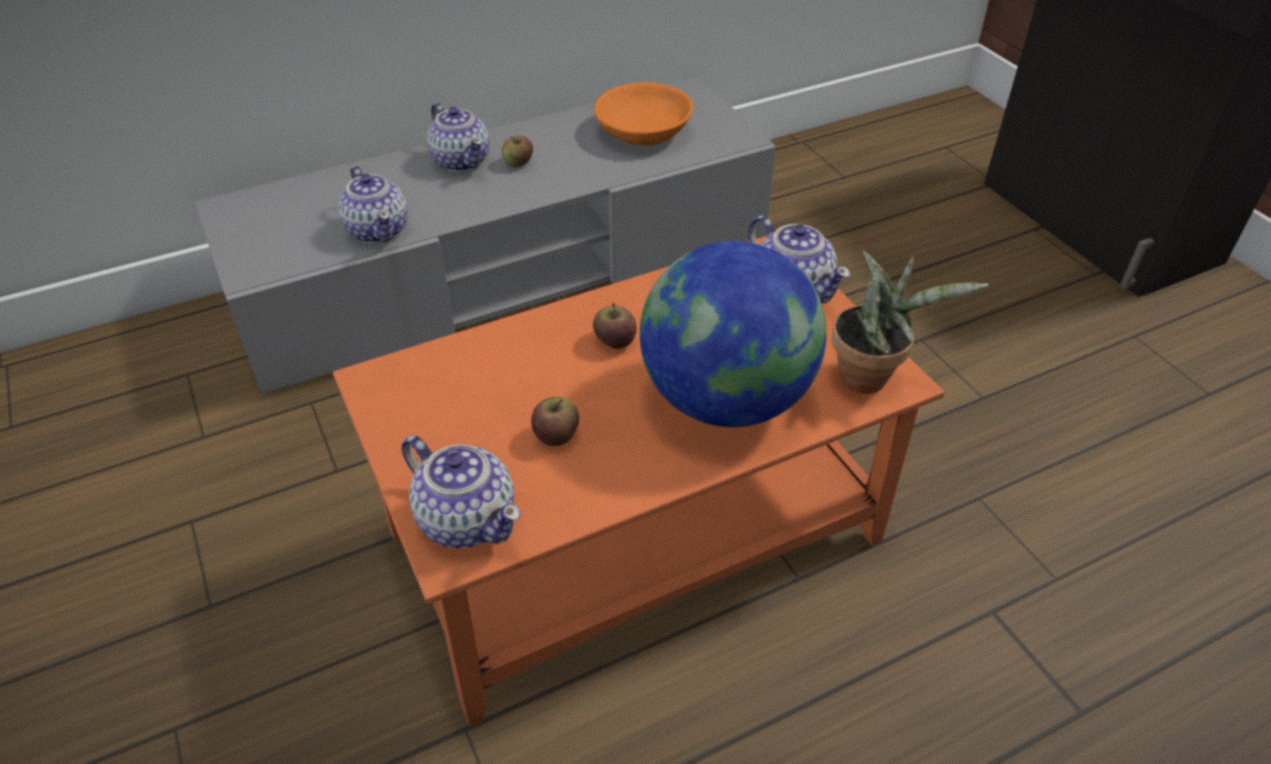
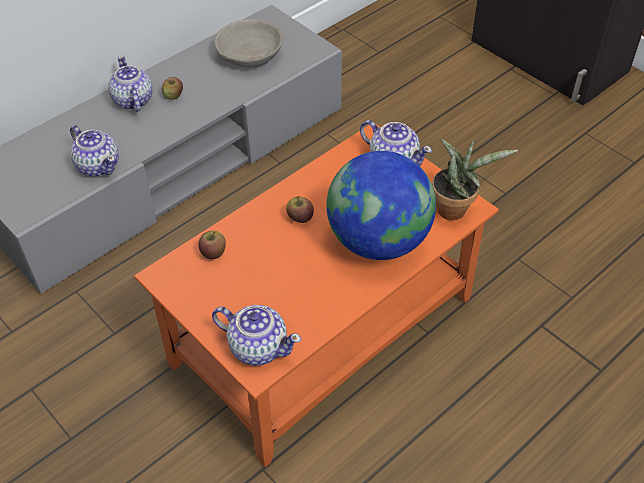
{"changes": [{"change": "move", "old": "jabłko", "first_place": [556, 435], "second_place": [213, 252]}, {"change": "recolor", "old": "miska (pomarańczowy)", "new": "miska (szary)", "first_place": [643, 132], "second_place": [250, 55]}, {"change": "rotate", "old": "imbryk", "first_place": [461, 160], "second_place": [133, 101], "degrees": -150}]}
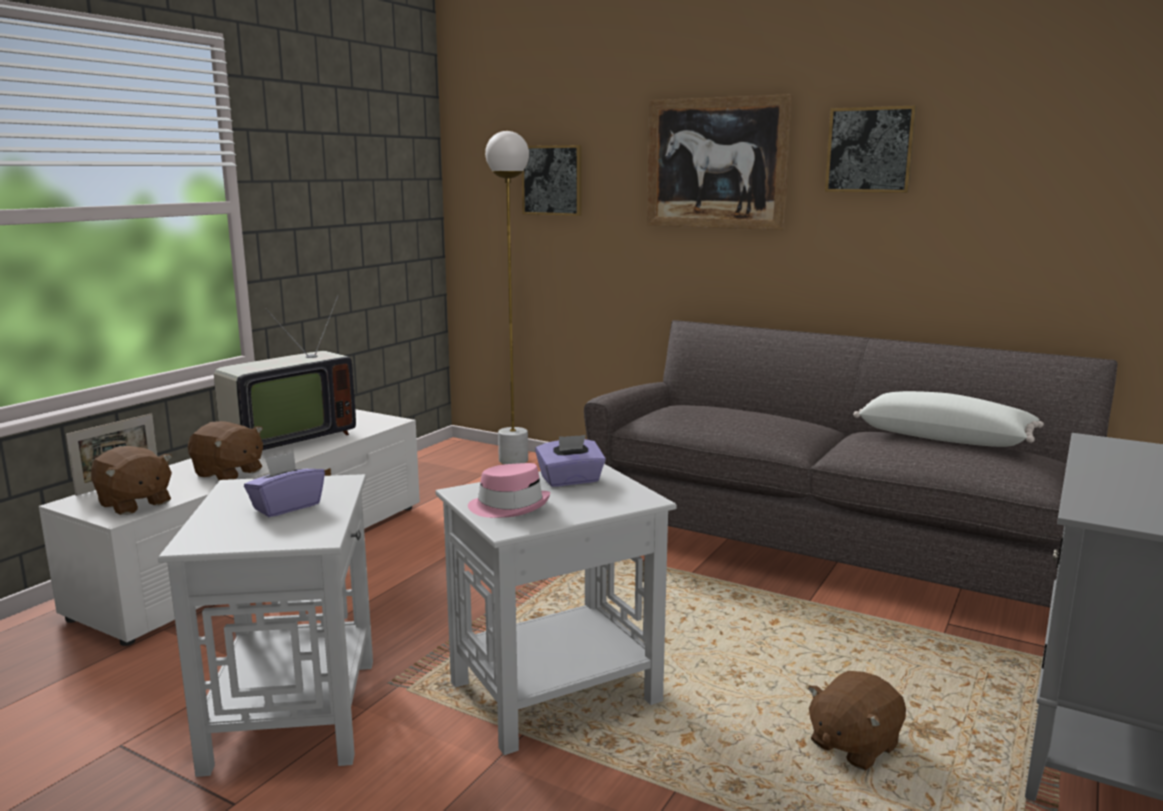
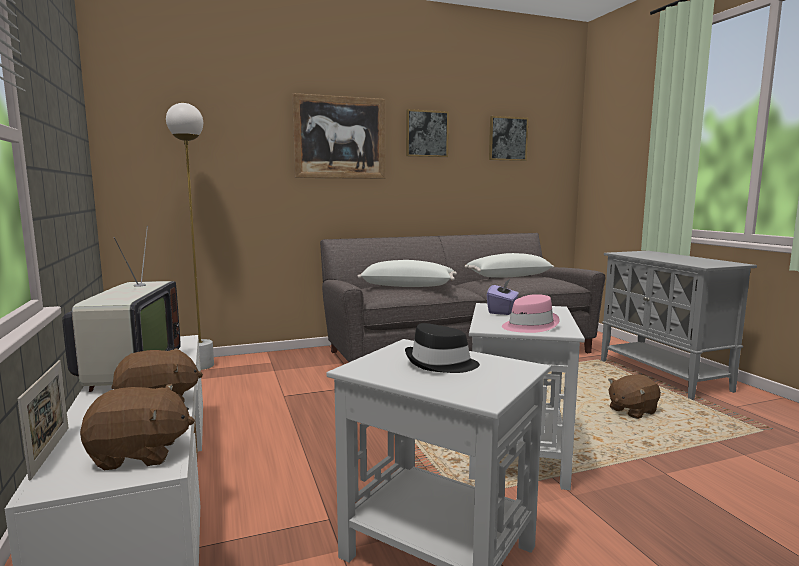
{"changes": [{"change": "insert", "new": "poduszka (biały)", "second_place": [408, 286]}, {"change": "move", "old": "obraz", "first_place": [552, 180], "second_place": [507, 139]}, {"change": "replace", "old": "pudełko chusteczek (fioletowy)", "new": "kapelusz (czarny)", "first_place": [286, 506], "second_place": [441, 364]}, {"change": "rotate", "old": "pluszak (brązowy)", "first_place": [853, 745], "second_place": [632, 410], "degrees": 60}]}
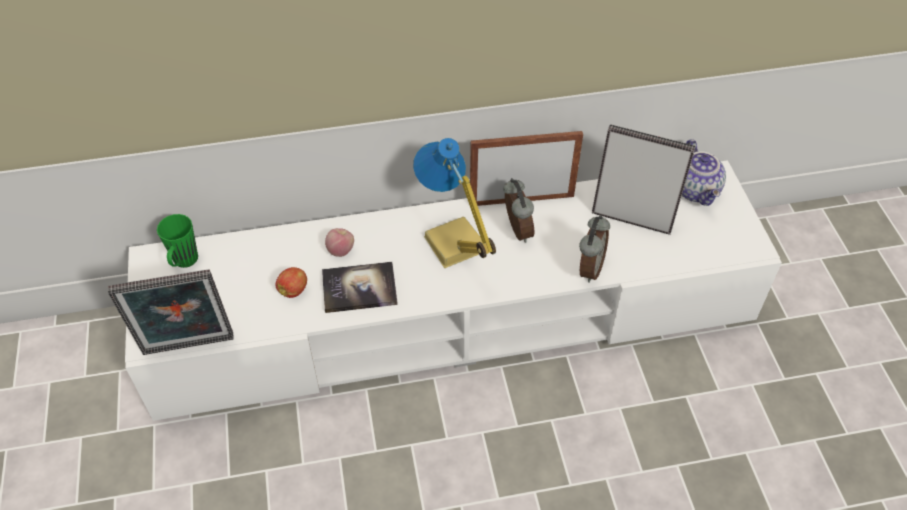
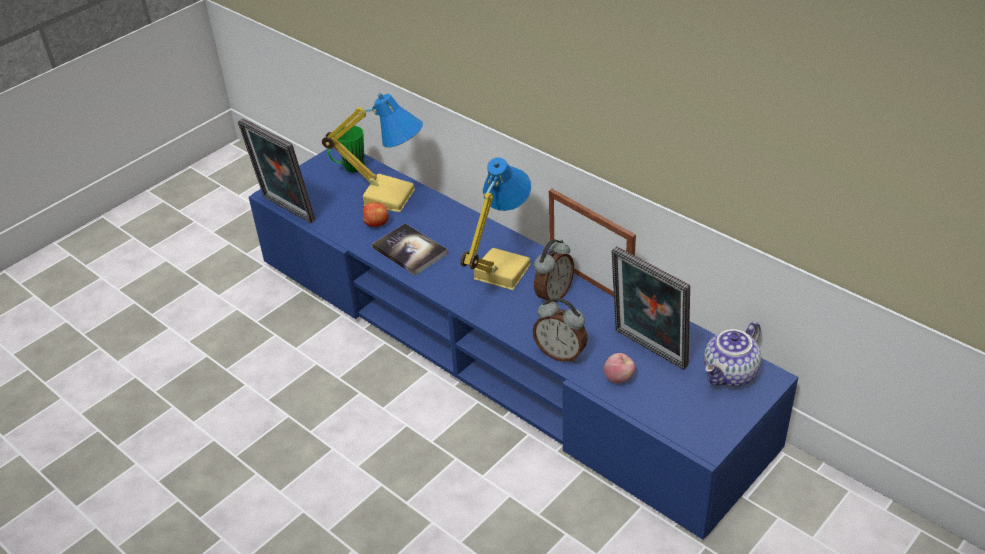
{"changes": [{"change": "insert", "new": "lampa stołowa", "second_place": [389, 196]}, {"change": "move", "old": "jabłko", "first_place": [340, 250], "second_place": [619, 378]}, {"change": "recolor", "old": "szafka pod telewizor (biały)", "new": "szafka pod telewizor (niebieski)", "first_place": [455, 315], "second_place": [498, 349]}, {"change": "rotate", "old": "budzik", "first_place": [589, 268], "second_place": [560, 353], "degrees": 45}, {"change": "rotate", "old": "ramka na zdjęcie", "first_place": [632, 218], "second_place": [647, 351], "degrees": 150}]}
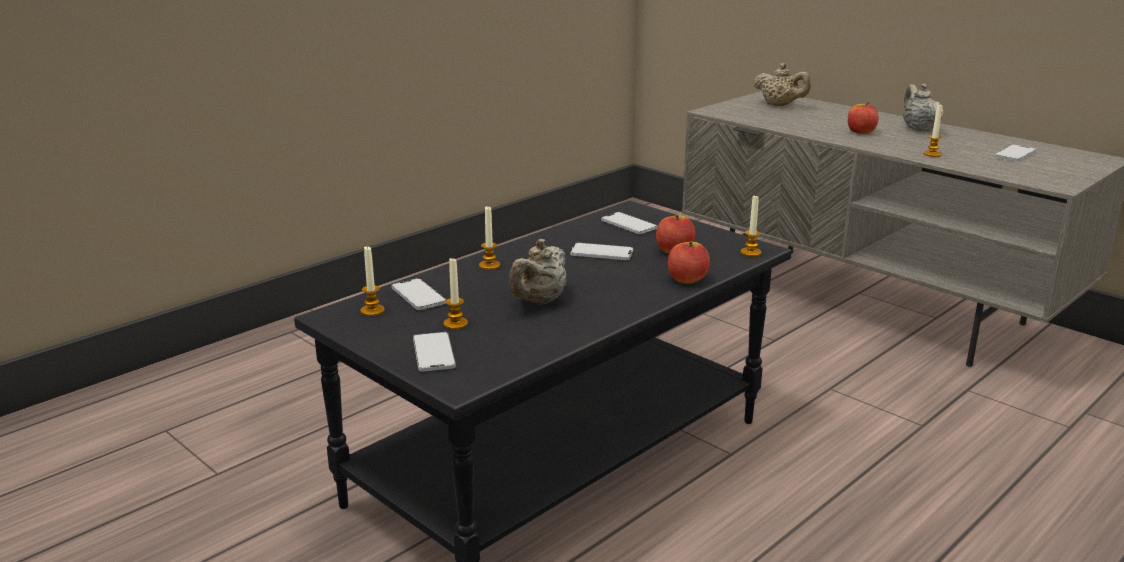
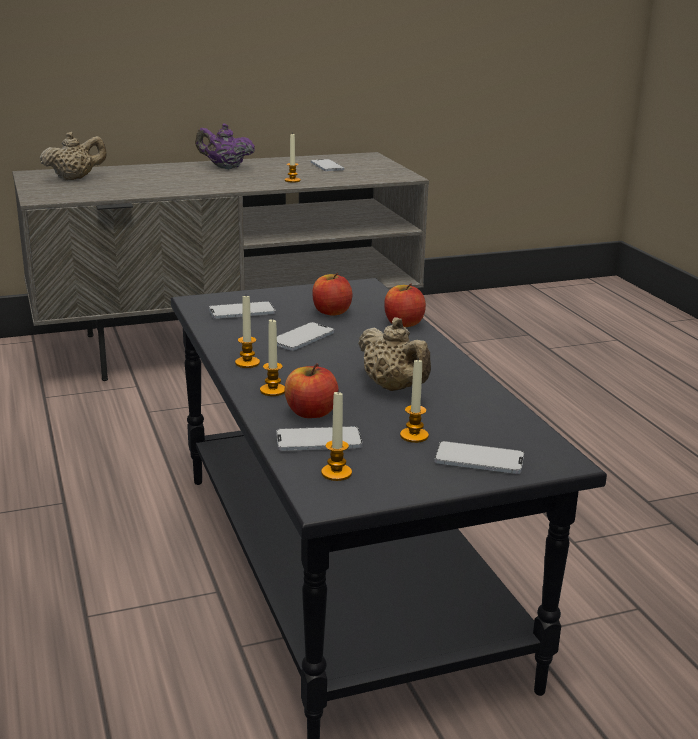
{"changes": [{"change": "move", "old": "świeca", "first_place": [750, 252], "second_place": [247, 363]}, {"change": "move", "old": "jabłko", "first_place": [861, 132], "second_place": [311, 413]}, {"change": "recolor", "old": "imbryk (beżowy)", "new": "imbryk (fioletowy)", "first_place": [918, 129], "second_place": [225, 167]}]}
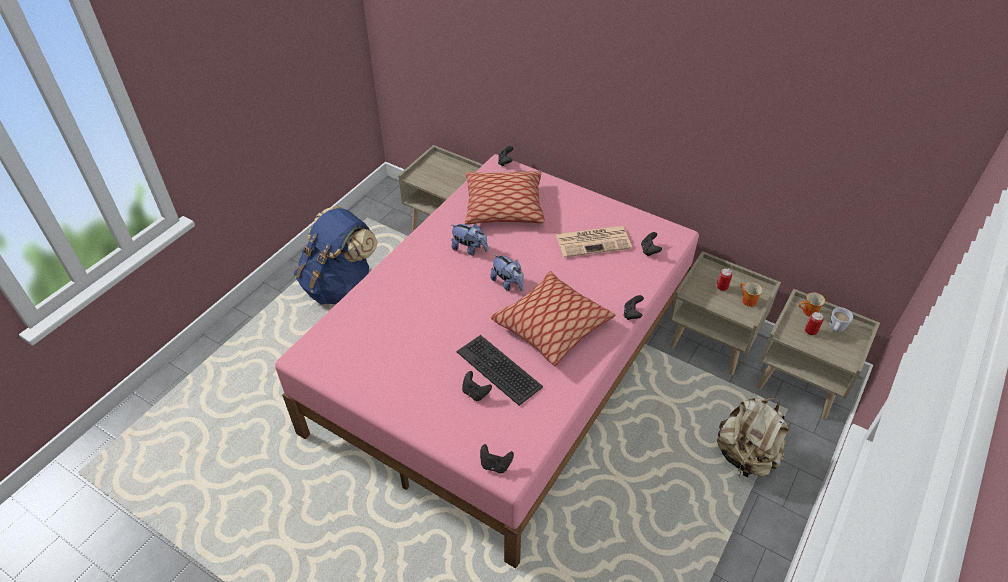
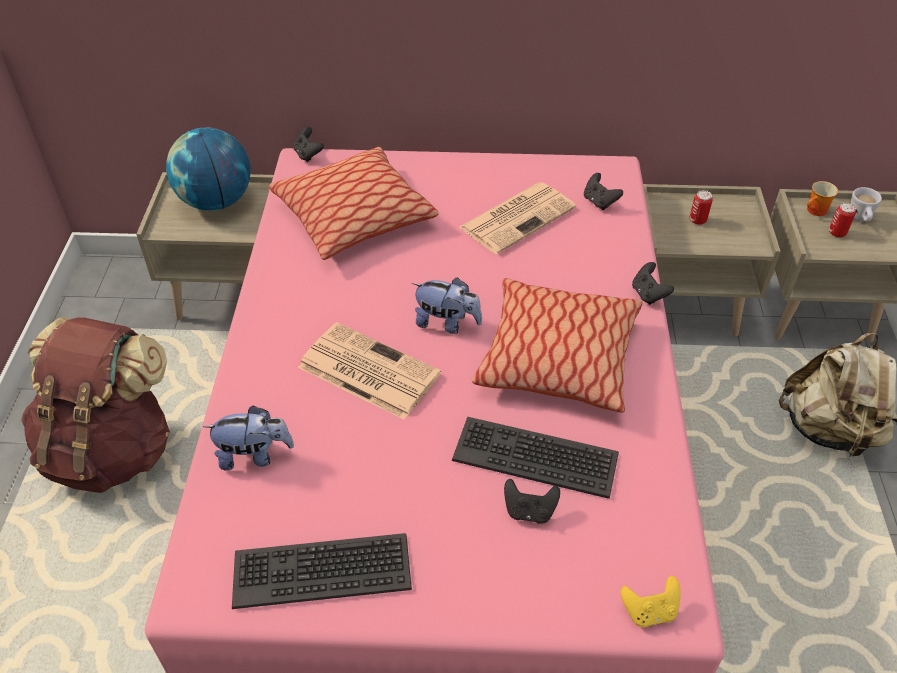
{"changes": [{"change": "delete", "old": "kubek", "first_place": [747, 301]}, {"change": "insert", "new": "globus", "second_place": [216, 201]}, {"change": "insert", "new": "klawiatura", "second_place": [322, 570]}, {"change": "insert", "new": "gazeta", "second_place": [366, 370]}, {"change": "move", "old": "pluszak", "first_place": [469, 249], "second_place": [254, 455]}, {"change": "recolor", "old": "plecak (niebieski)", "new": "plecak (brązowy)", "first_place": [340, 286], "second_place": [112, 449]}, {"change": "recolor", "old": "pad do gier (czarny)", "new": "pad do gier (żółty)", "first_place": [495, 465], "second_place": [649, 611]}]}
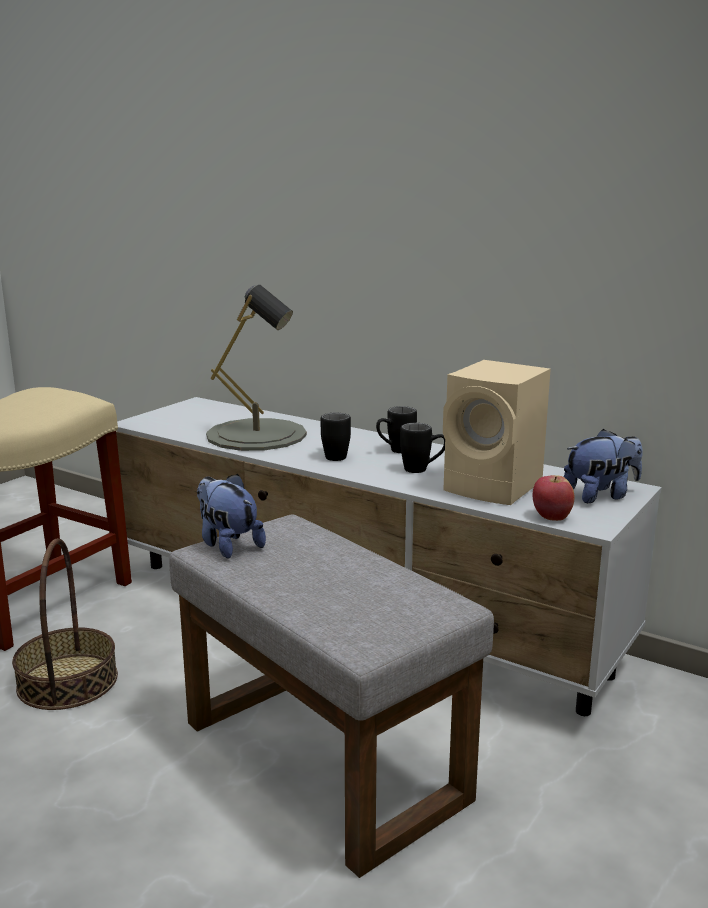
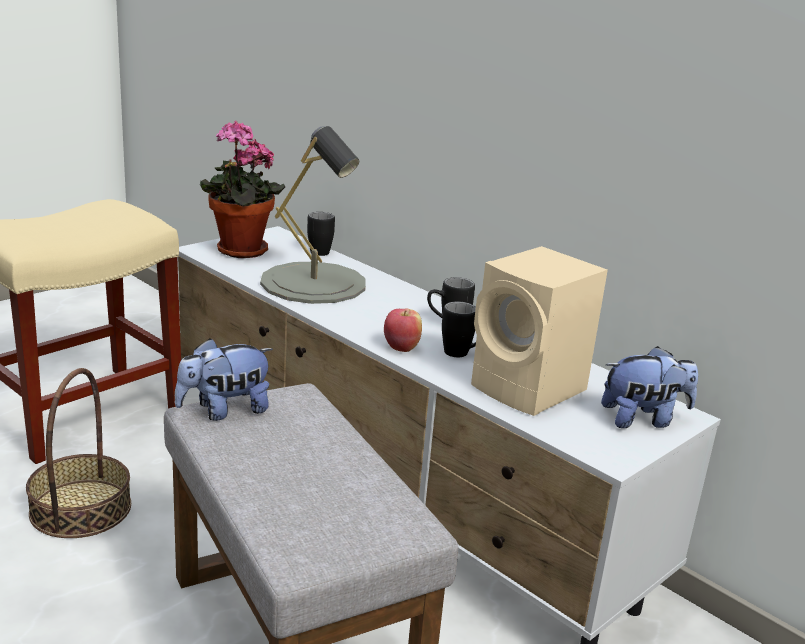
{"changes": [{"change": "insert", "new": "roślina doniczkowa", "second_place": [239, 252]}, {"change": "move", "old": "kubek (czarny)", "first_place": [333, 455], "second_place": [319, 250]}, {"change": "move", "old": "jabłko", "first_place": [551, 517], "second_place": [401, 347]}, {"change": "rotate", "old": "pluszak", "first_place": [228, 545], "second_place": [224, 410], "degrees": -90}]}
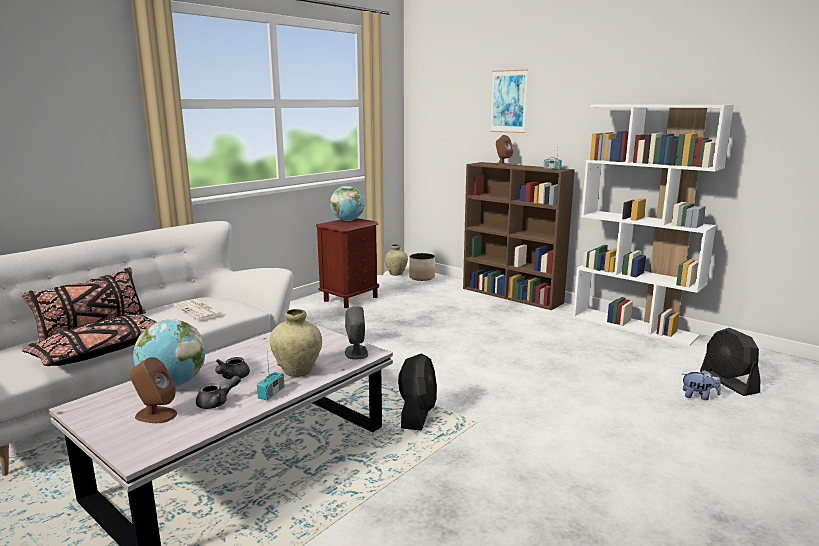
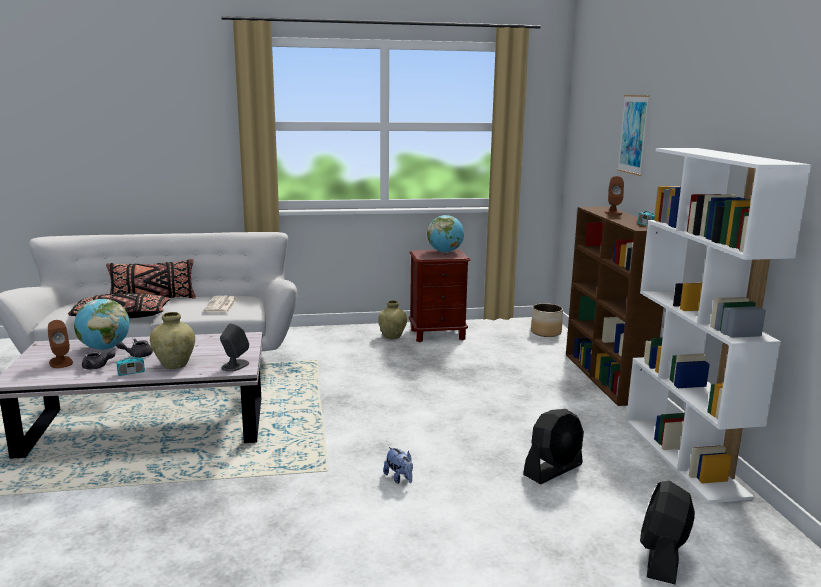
{"changes": [{"change": "move", "old": "wazon (beżowy)", "first_place": [396, 274], "second_place": [392, 337]}, {"change": "move", "old": "wentylator (czarny)", "first_place": [417, 414], "second_place": [553, 469]}, {"change": "move", "old": "pluszak", "first_place": [698, 396], "second_place": [399, 478]}]}
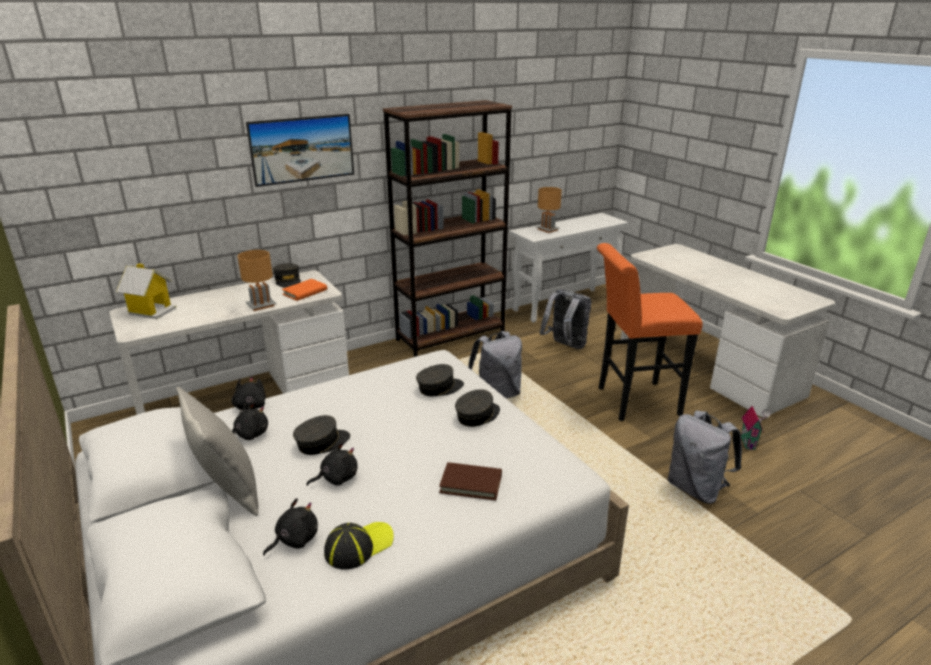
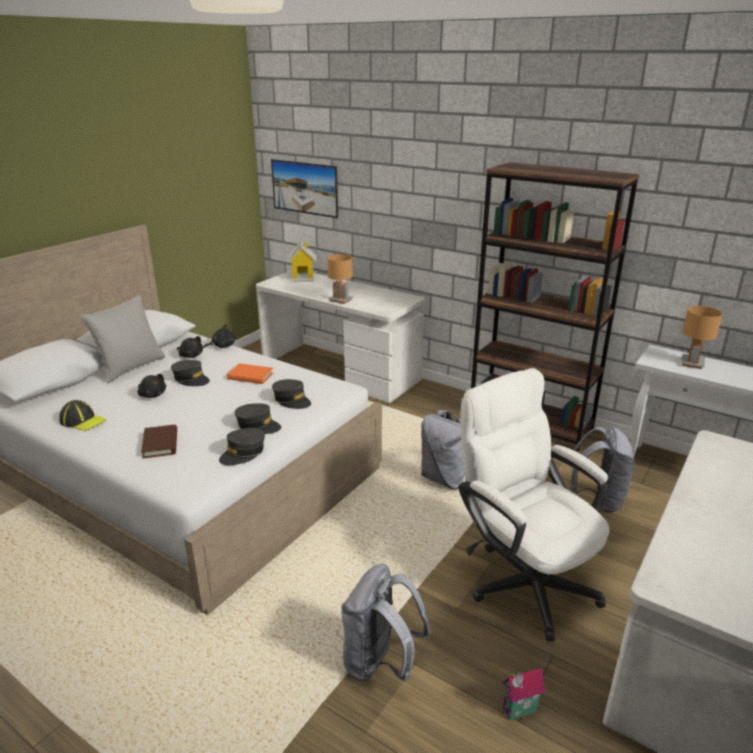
{"changes": [{"change": "delete", "old": "pluszak (czarny)", "first_place": [294, 539]}, {"change": "move", "old": "obraz", "first_place": [304, 165], "second_place": [305, 200]}, {"change": "move", "old": "czapka z daszkiem (szary)", "first_place": [288, 281], "second_place": [243, 453]}, {"change": "move", "old": "książka (pomarańczowy)", "first_place": [305, 292], "second_place": [250, 376]}, {"change": "replace", "old": "stołek (pomarańczowy)", "new": "krzesło biurowe (biały)", "first_place": [632, 401], "second_place": [523, 578]}]}
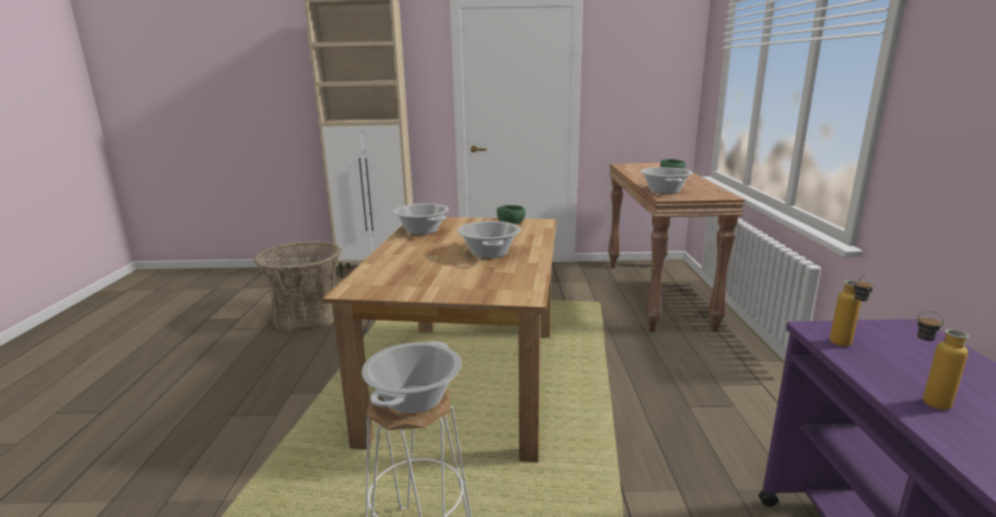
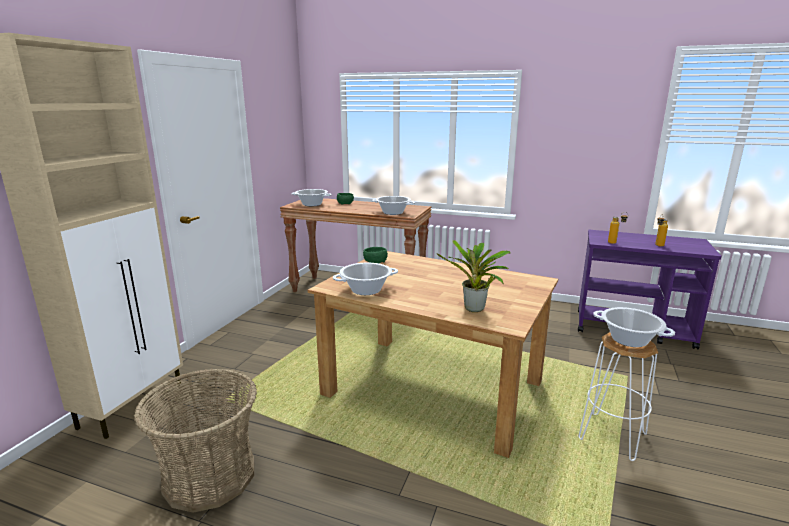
{"changes": [{"change": "insert", "new": "roślina doniczkowa", "second_place": [474, 310]}, {"change": "move", "old": "garnek", "first_place": [489, 253], "second_place": [312, 204]}]}
